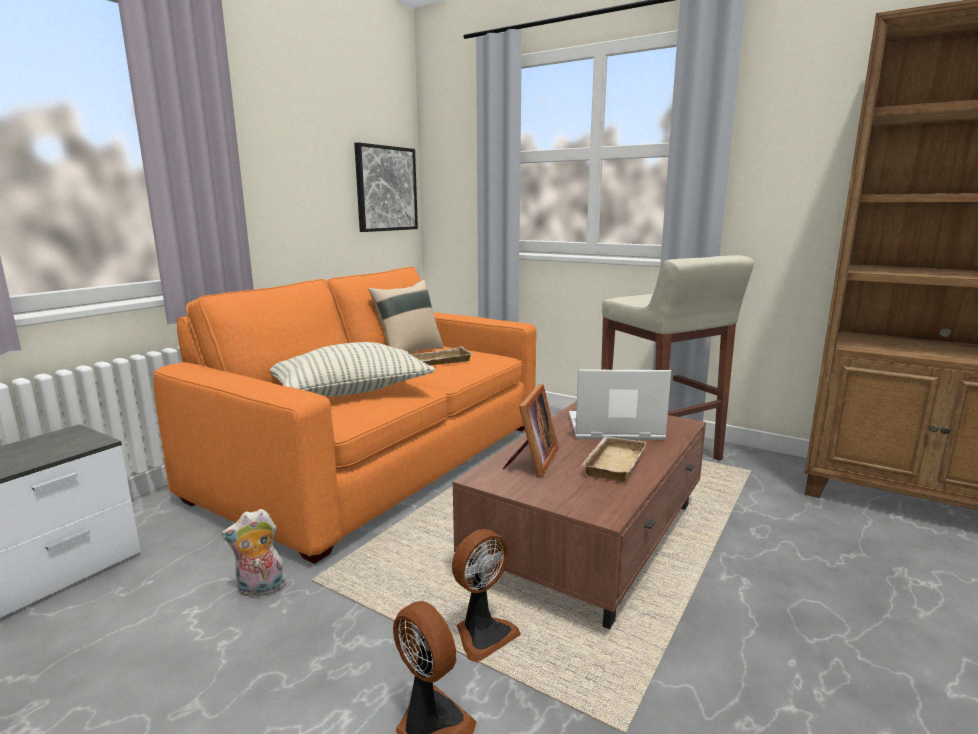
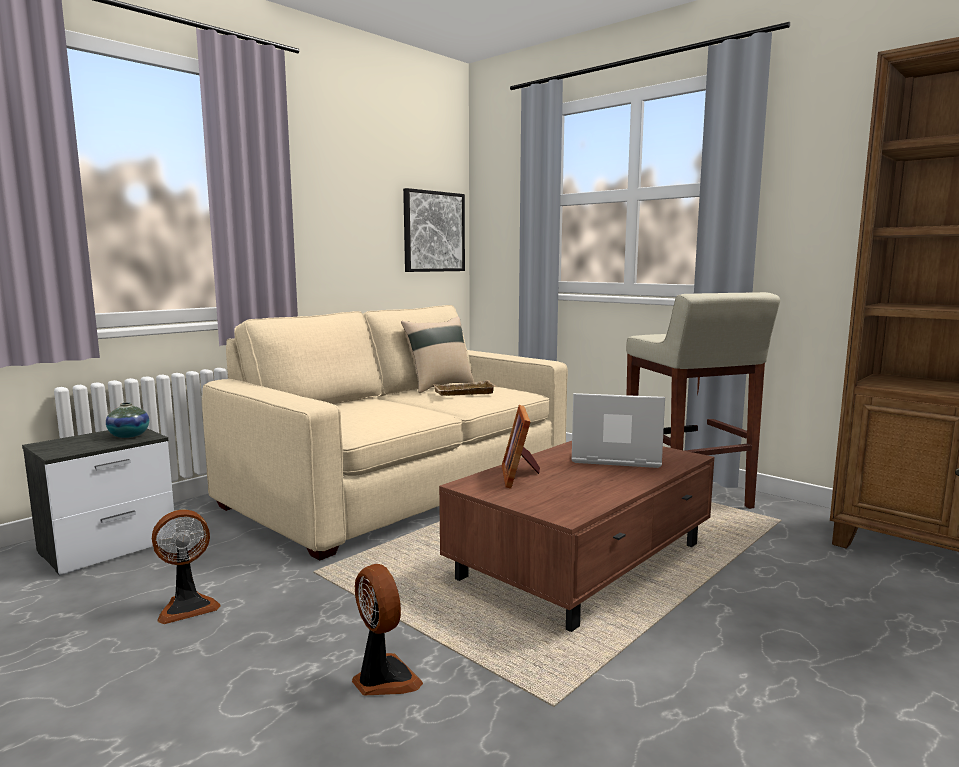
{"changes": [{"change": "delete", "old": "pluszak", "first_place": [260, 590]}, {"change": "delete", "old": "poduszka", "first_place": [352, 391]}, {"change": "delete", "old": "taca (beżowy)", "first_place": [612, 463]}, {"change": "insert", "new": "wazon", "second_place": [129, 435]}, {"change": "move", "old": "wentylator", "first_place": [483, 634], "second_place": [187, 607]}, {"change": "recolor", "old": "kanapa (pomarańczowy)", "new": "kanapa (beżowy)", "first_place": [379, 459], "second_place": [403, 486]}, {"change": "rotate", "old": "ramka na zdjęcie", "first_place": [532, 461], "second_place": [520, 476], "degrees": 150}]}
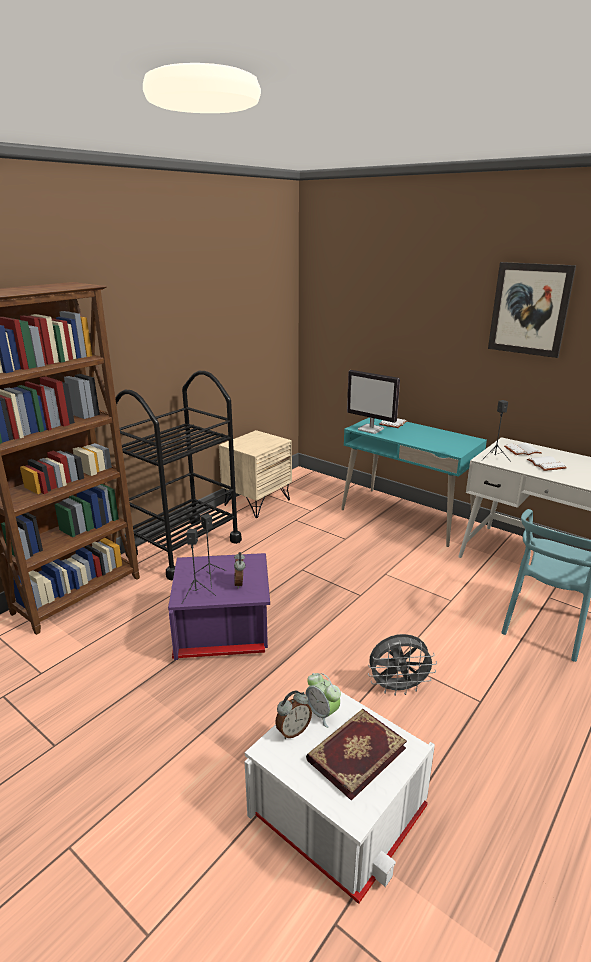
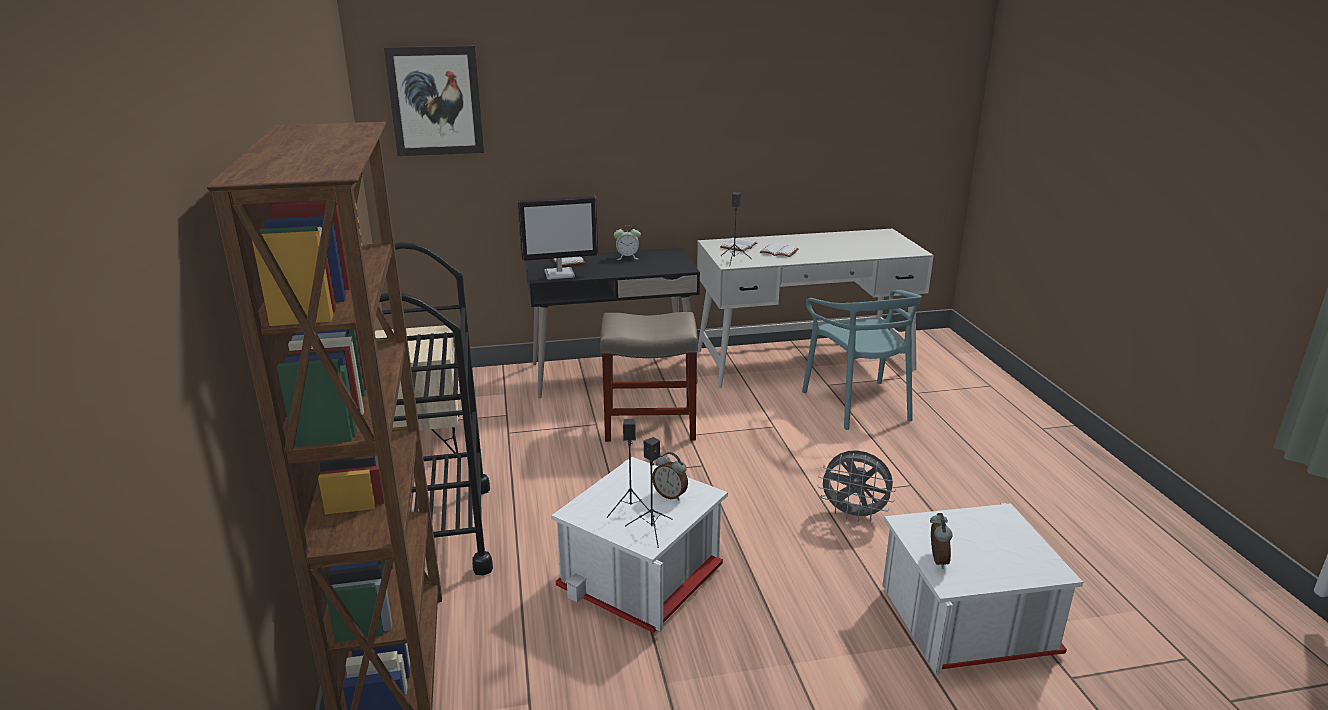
{"changes": [{"change": "delete", "old": "książka", "first_place": [355, 753]}, {"change": "insert", "new": "stołek (beżowy)", "second_place": [648, 425]}, {"change": "move", "old": "budzik", "first_place": [322, 713], "second_place": [627, 257]}, {"change": "move", "old": "obraz", "first_place": [529, 309], "second_place": [435, 101]}, {"change": "recolor", "old": "pojemnik do przechowywania (fioletowy)", "new": "pojemnik do przechowywania (biały)", "first_place": [223, 630], "second_place": [643, 576]}, {"change": "recolor", "old": "biurko (turkusowy)", "new": "biurko (czarny)", "first_place": [406, 516], "second_place": [613, 373]}, {"change": "rotate", "old": "wentylator (szary)", "first_place": [398, 688], "second_place": [854, 514], "degrees": 75}]}
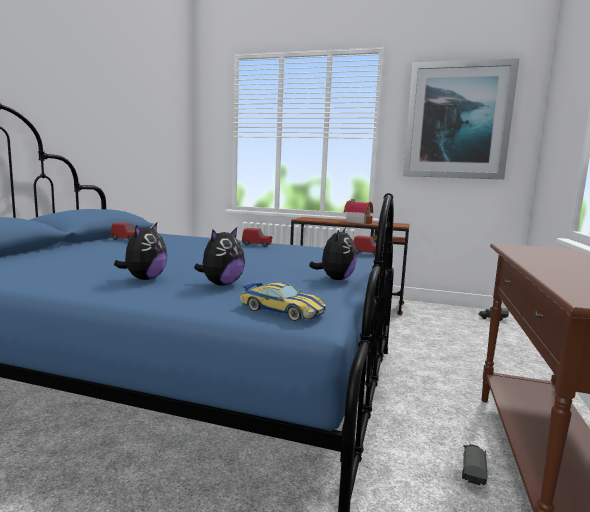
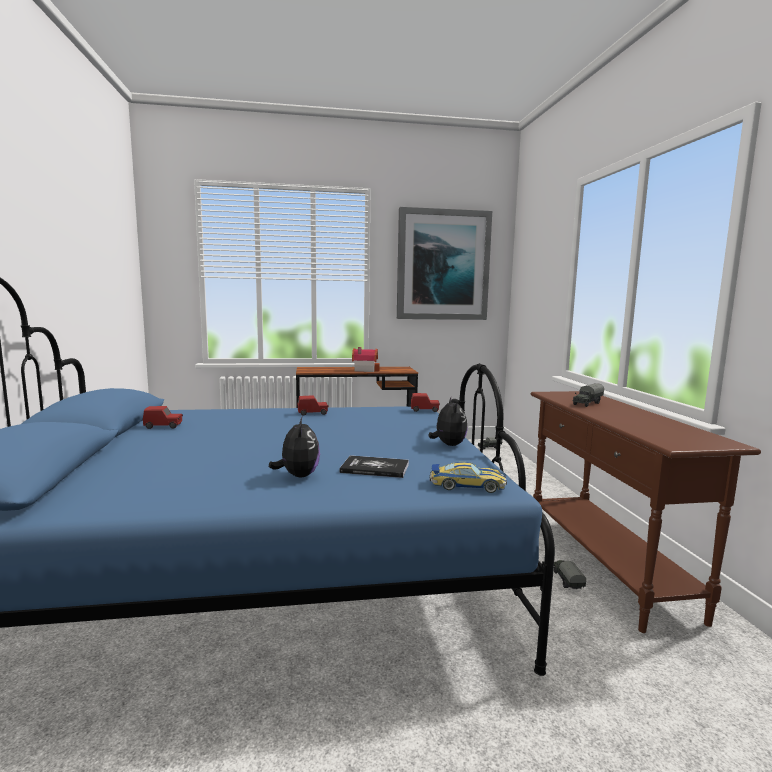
{"changes": [{"change": "insert", "new": "ciężarówka zabawkowa", "second_place": [587, 403]}, {"change": "replace", "old": "pluszak", "new": "książka", "first_place": [221, 284], "second_place": [375, 468]}]}
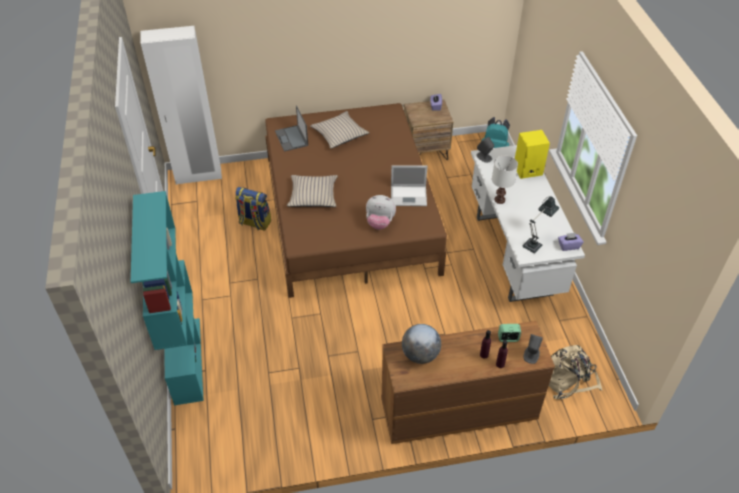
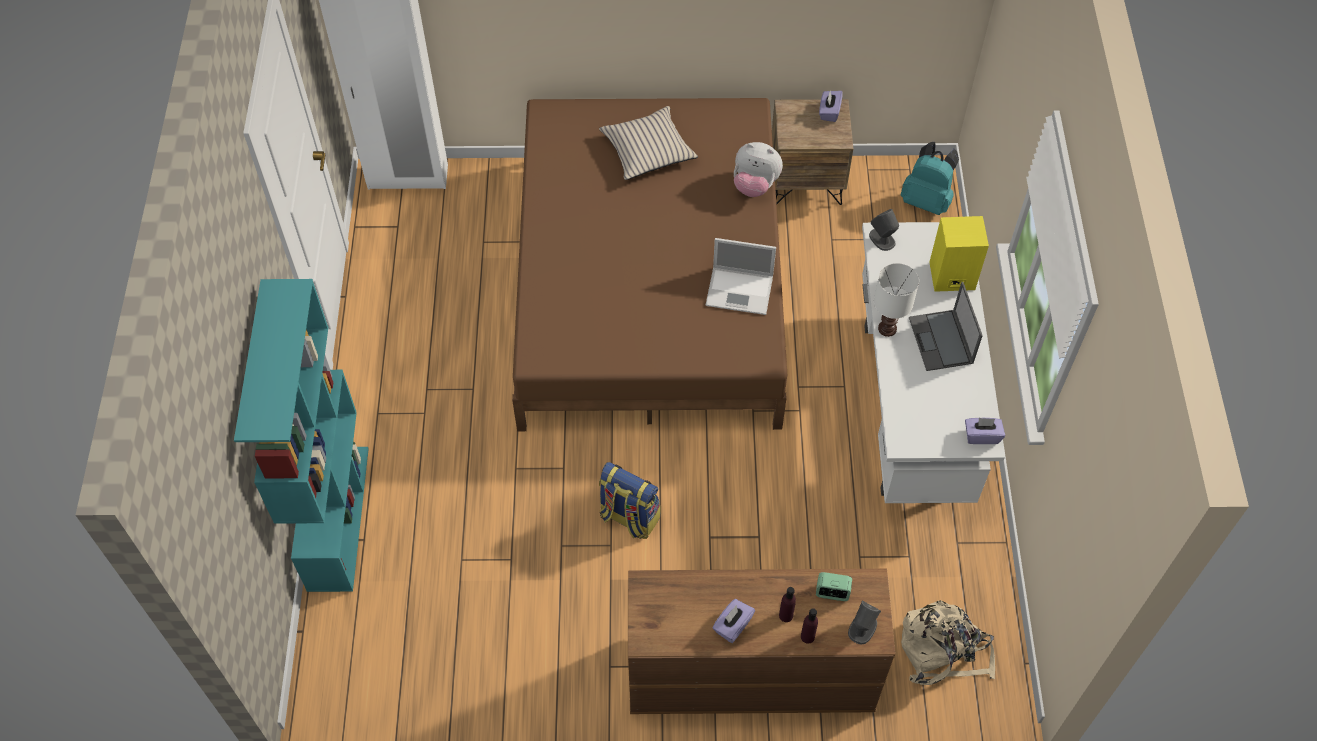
{"changes": [{"change": "delete", "old": "poduszka (beżowy)", "first_place": [313, 195]}, {"change": "delete", "old": "globus", "first_place": [420, 355]}, {"change": "delete", "old": "lampa stołowa", "first_place": [534, 244]}, {"change": "insert", "new": "pudełko chusteczek (fioletowy)", "second_place": [732, 626]}, {"change": "move", "old": "plecak", "first_place": [254, 223], "second_place": [628, 517]}, {"change": "move", "old": "laptop", "first_place": [291, 138], "second_place": [941, 341]}, {"change": "move", "old": "pluszak", "first_place": [380, 223], "second_place": [755, 185]}]}
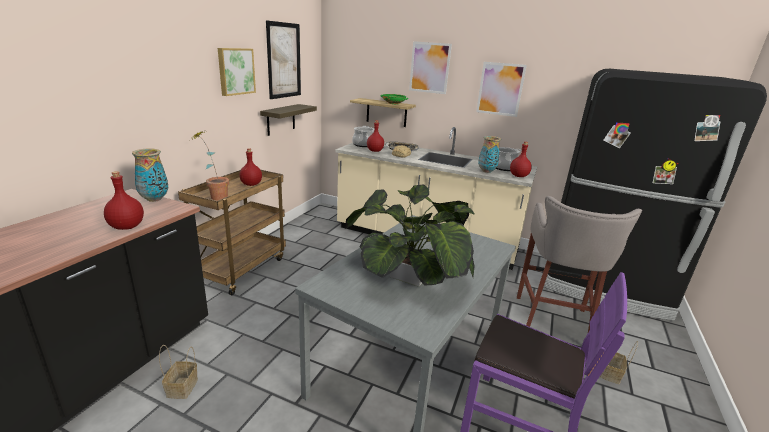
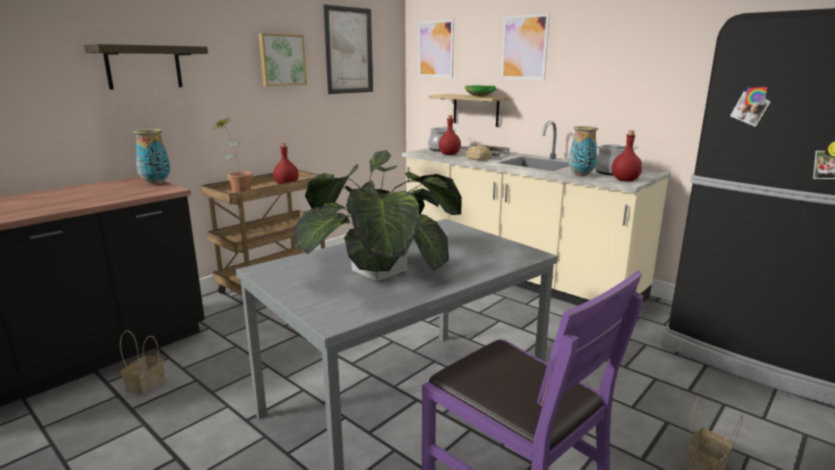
{"changes": [{"change": "delete", "old": "butelka (czerwony)", "first_place": [126, 227]}, {"change": "delete", "old": "stołek (szary)", "first_place": [552, 323]}, {"change": "move", "old": "półka", "first_place": [281, 119], "second_place": [144, 67]}, {"change": "move", "old": "obraz", "first_place": [500, 89], "second_place": [436, 49]}]}
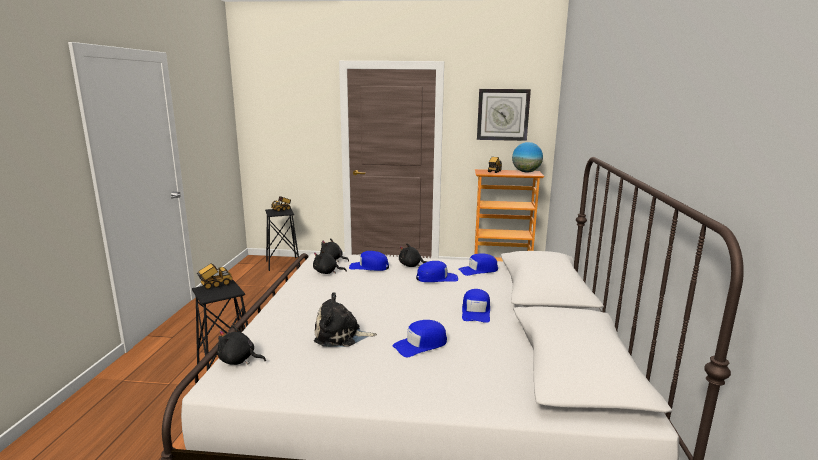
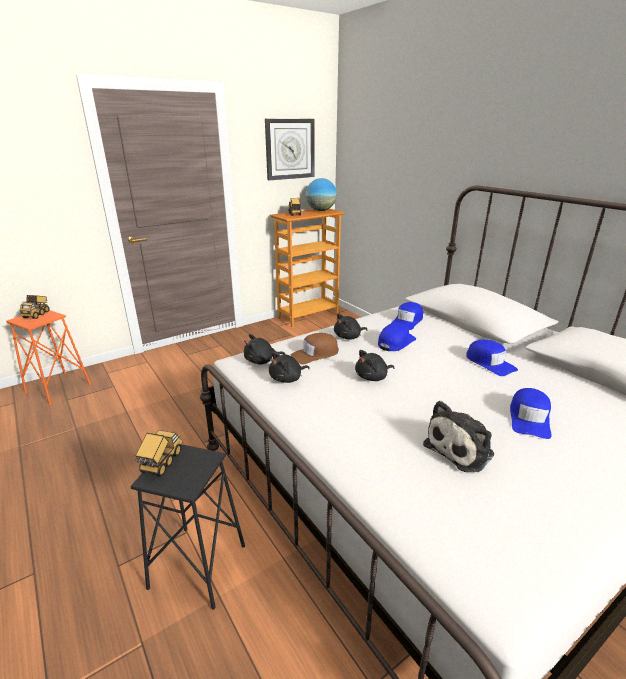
{"changes": [{"change": "move", "old": "pluszak (czarny)", "first_place": [239, 360], "second_place": [373, 377]}, {"change": "recolor", "old": "stołek (czarny)", "new": "stołek (pomarańczowy)", "first_place": [283, 264], "second_place": [58, 388]}, {"change": "recolor", "old": "czapka z daszkiem (niebieski)", "new": "czapka z daszkiem (brązowy)", "first_place": [369, 267], "second_place": [315, 354]}]}
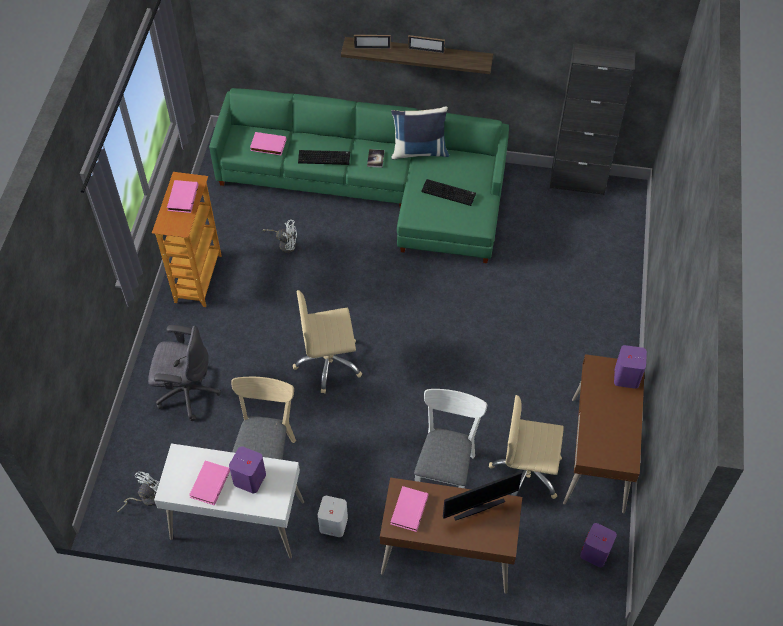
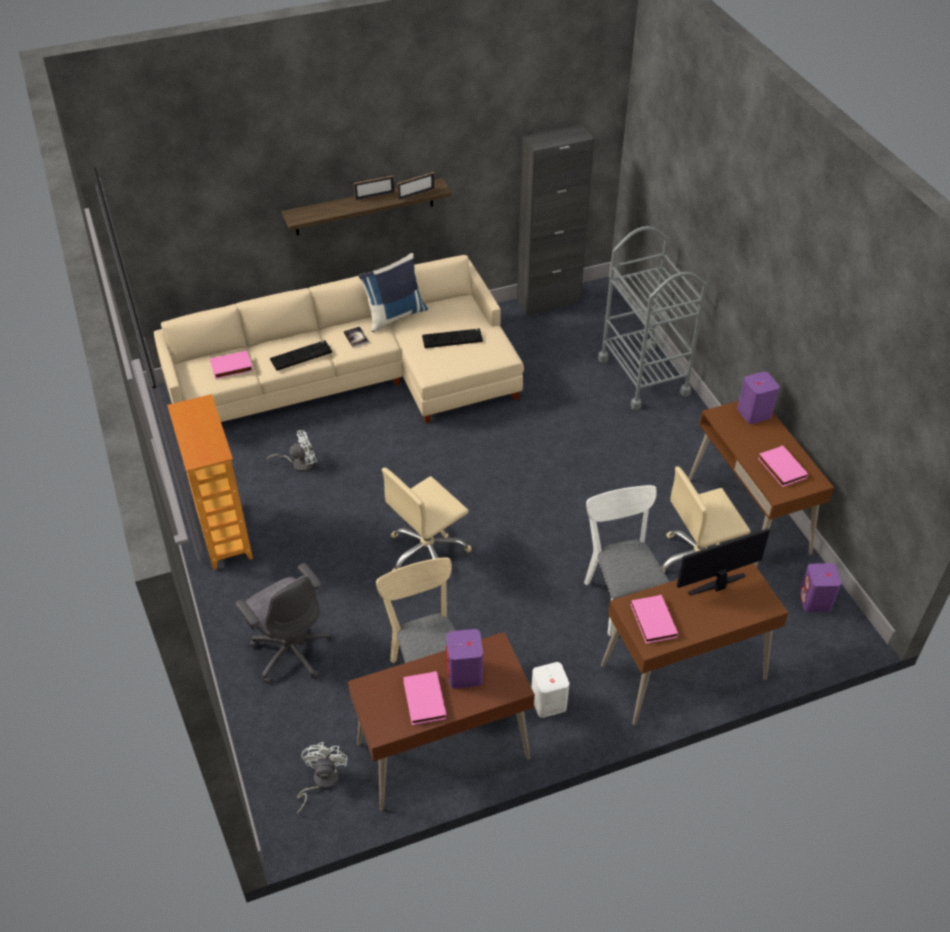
{"changes": [{"change": "insert", "new": "wózek (szary)", "second_place": [643, 376]}, {"change": "move", "old": "książka (różowy)", "first_place": [182, 198], "second_place": [781, 468]}, {"change": "move", "old": "ramka na zdjęcie", "first_place": [372, 48], "second_place": [416, 194]}, {"change": "recolor", "old": "biurko (biały)", "new": "biurko (brązowy)", "first_place": [237, 521], "second_place": [443, 752]}, {"change": "recolor", "old": "kanapa (zielony)", "new": "kanapa (beżowy)", "first_place": [376, 187], "second_place": [357, 377]}, {"change": "rotate", "old": "krzesło biurowe (szary)", "first_place": [187, 392], "second_place": [291, 651], "degrees": 75}, {"change": "rotate", "old": "monitor", "first_place": [478, 508], "second_place": [718, 586], "degrees": -150}]}
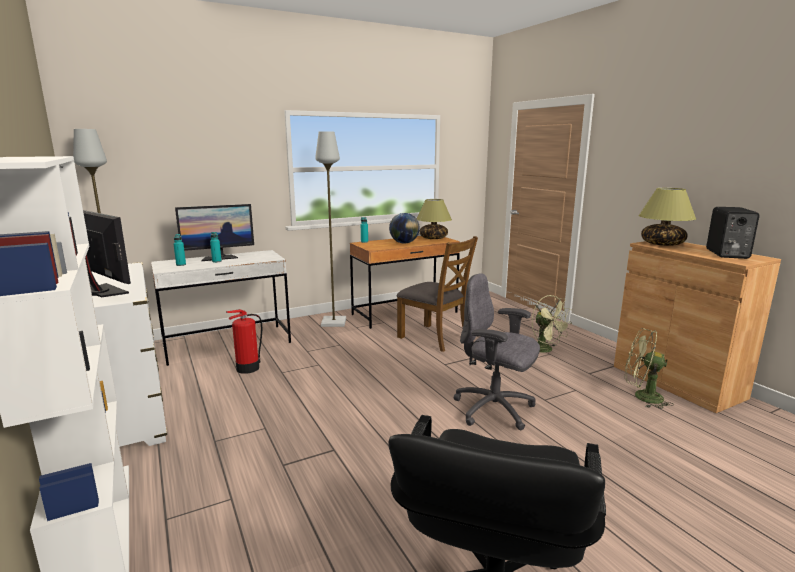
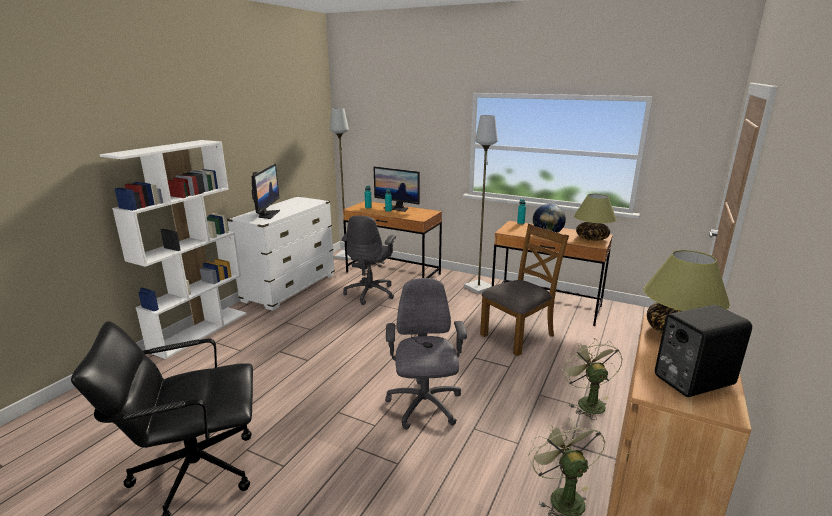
{"changes": [{"change": "replace", "old": "gaśnica", "new": "krzesło biurowe (szary)", "first_place": [247, 368], "second_place": [370, 293]}, {"change": "recolor", "old": "biurko (biały)", "new": "biurko (brązowy)", "first_place": [227, 344], "second_place": [393, 273]}, {"change": "rotate", "old": "krzesło (brązowy)", "first_place": [434, 337], "second_place": [518, 335], "degrees": -135}, {"change": "rotate", "old": "wentylator (zielony)", "first_place": [546, 350], "second_place": [587, 402], "degrees": 150}]}
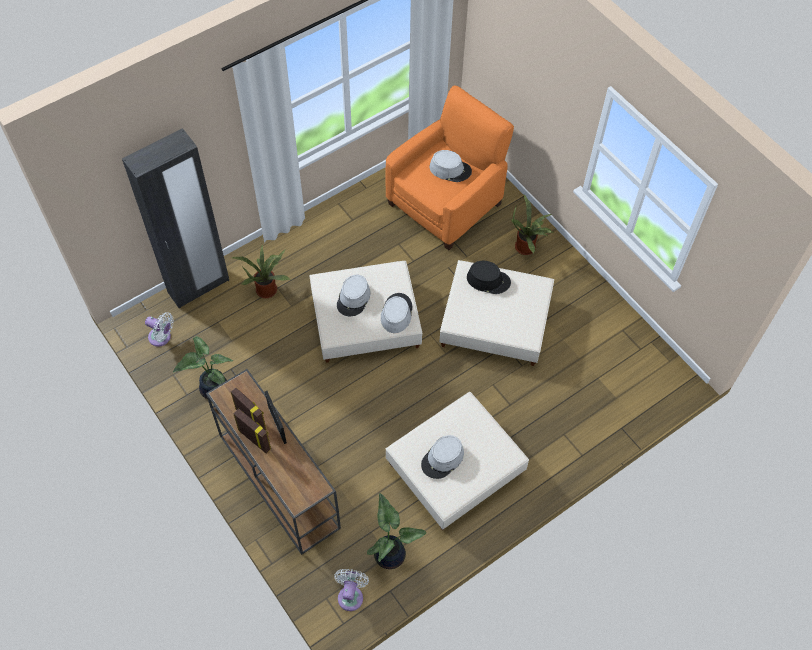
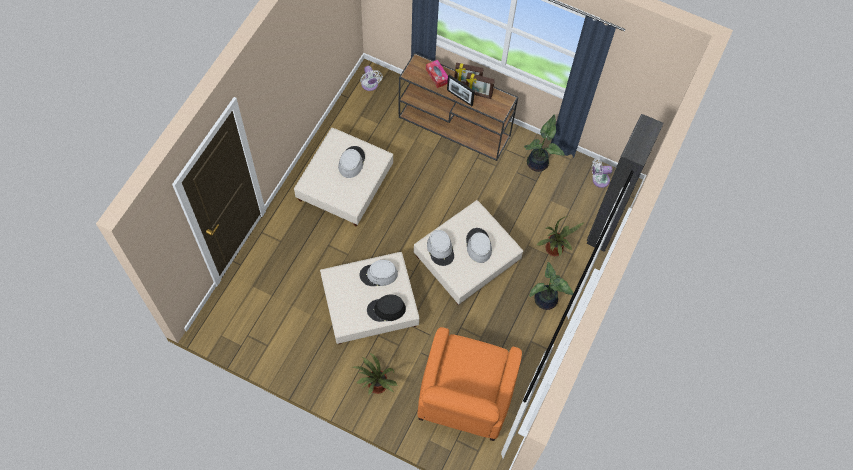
{"changes": [{"change": "insert", "new": "pudełko chusteczek", "second_place": [437, 76]}, {"change": "move", "old": "roślina doniczkowa", "first_place": [391, 553], "second_place": [545, 301]}, {"change": "move", "old": "kapelusz (szary)", "first_place": [450, 169], "second_place": [378, 275]}]}
